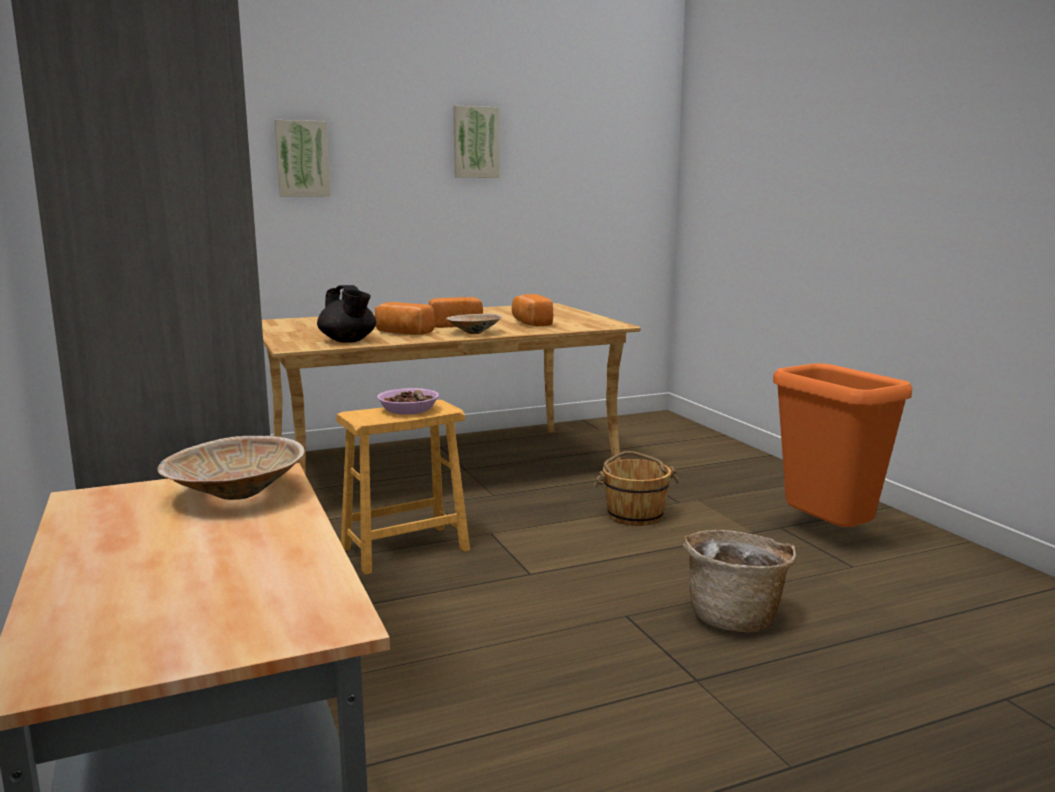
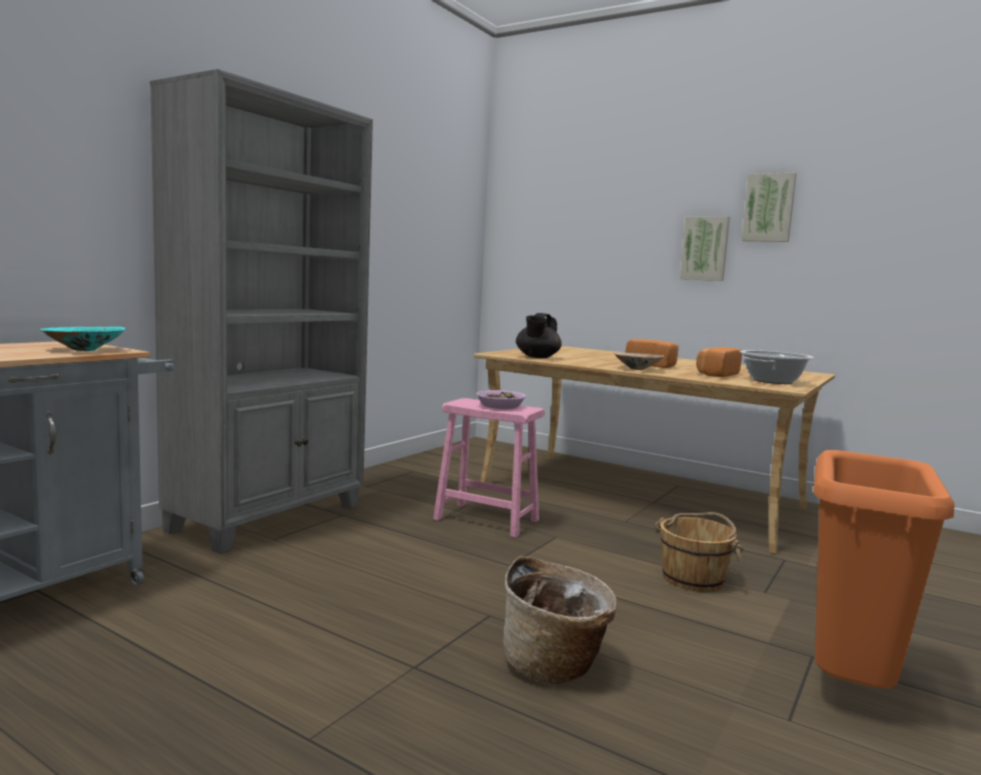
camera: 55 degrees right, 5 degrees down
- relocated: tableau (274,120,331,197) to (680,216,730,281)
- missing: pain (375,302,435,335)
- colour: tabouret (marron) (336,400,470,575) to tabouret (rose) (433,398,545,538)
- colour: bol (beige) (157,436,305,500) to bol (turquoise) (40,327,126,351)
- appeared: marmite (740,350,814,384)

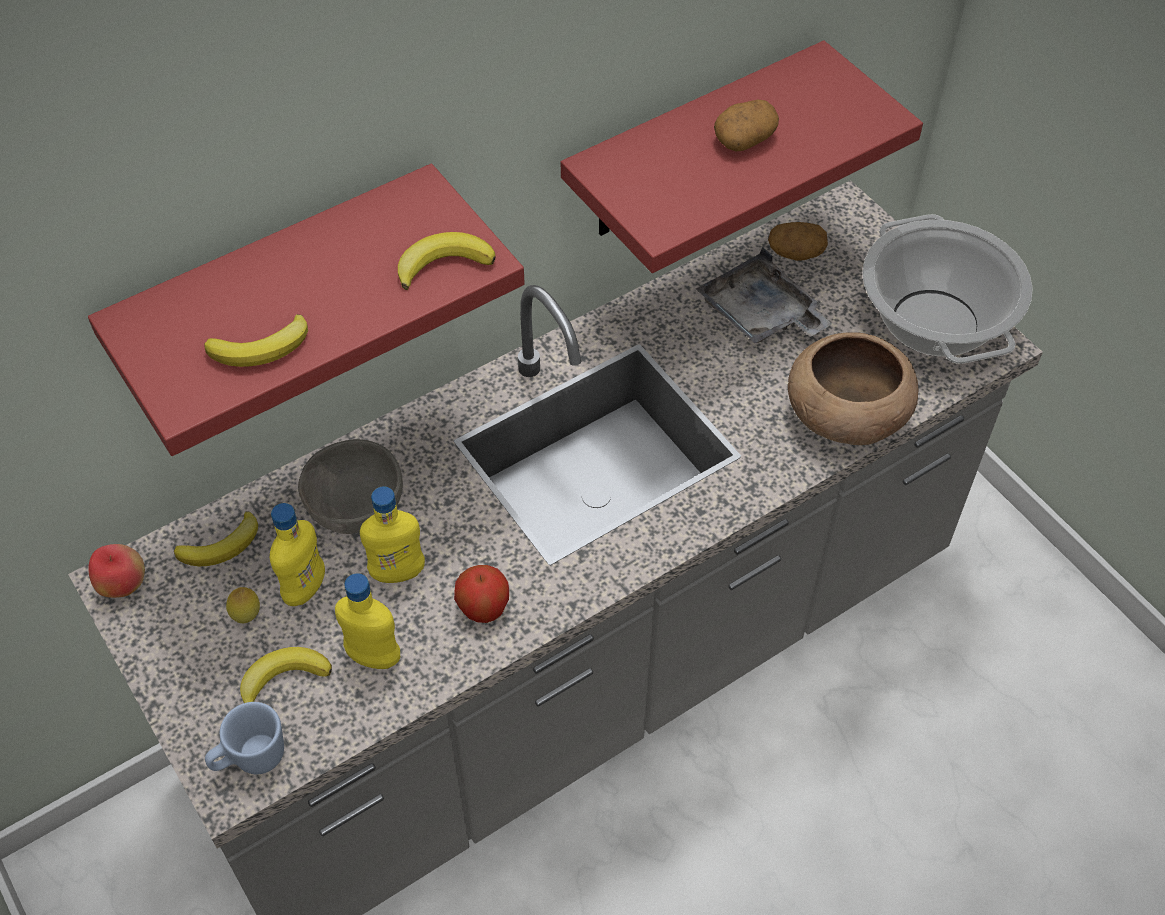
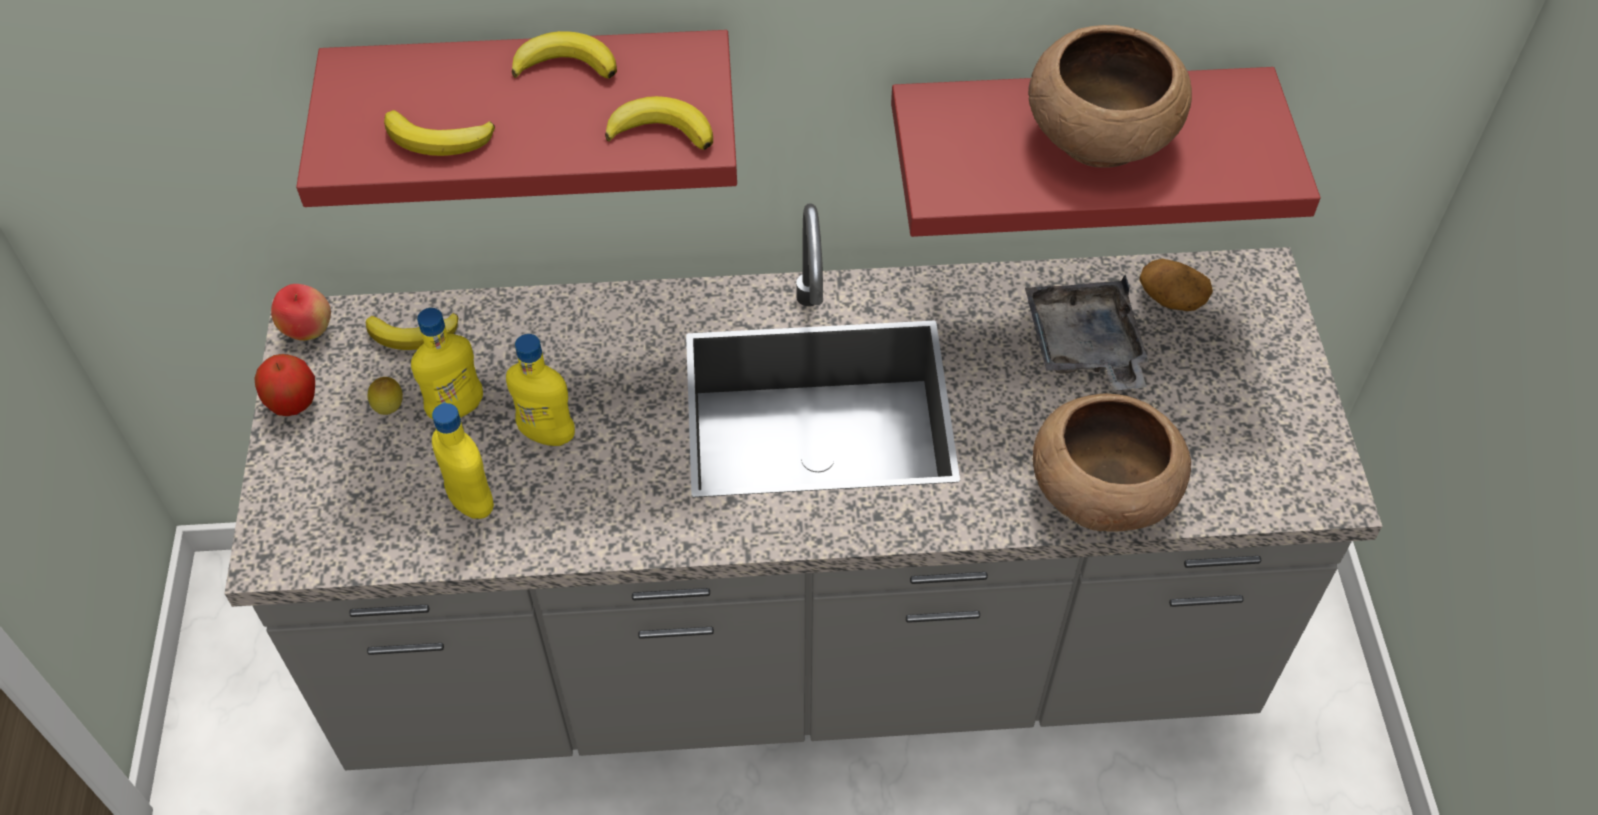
camera: 30 degrees right, 0 degrees up
- exchanged: pomme de terre (714,100,779,151) to bol (marron) (1028,25,1192,168)
- missing: marmite (863,214,1033,364)
- missing: bol (gris) (298,439,403,534)
- relocated: pomme (454,565,509,623) to (254,354,315,416)
- relocated: banane (240,647,332,703) to (512,31,617,79)
- missing: mug (bleu) (205,702,284,774)

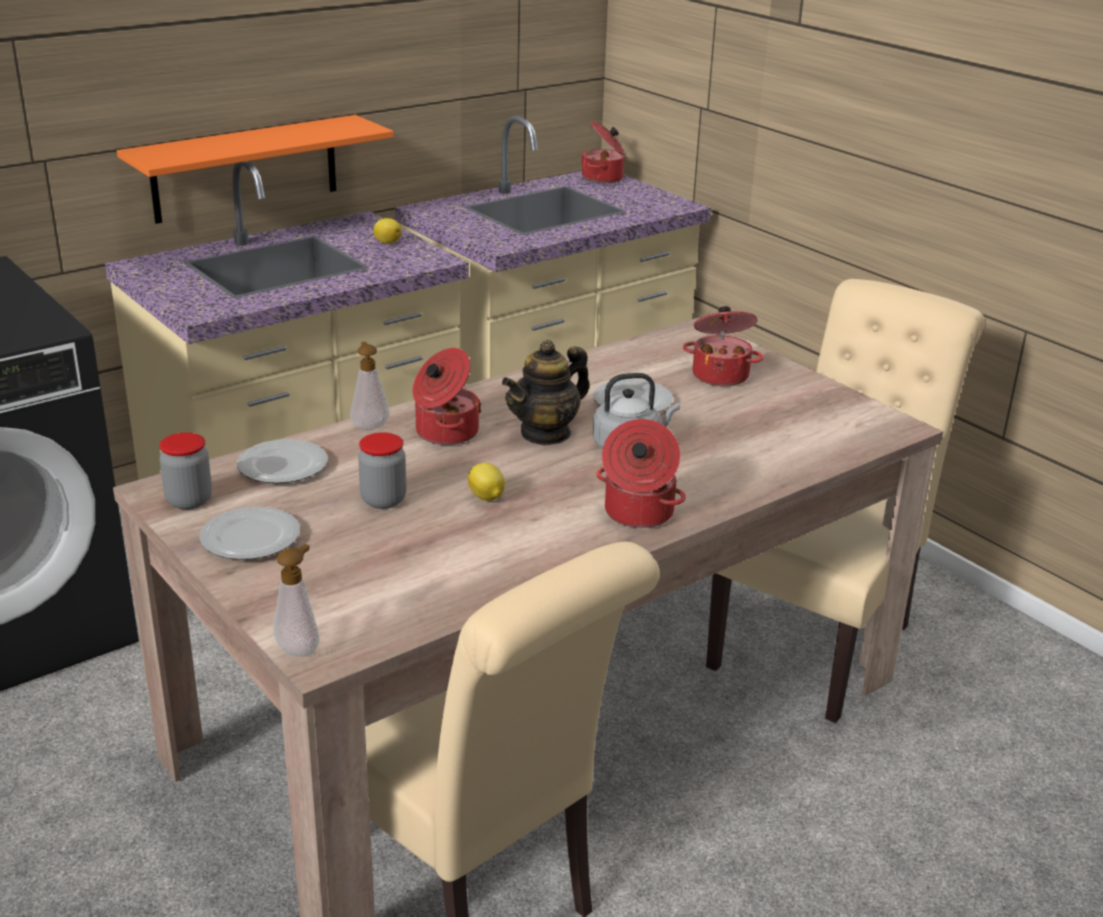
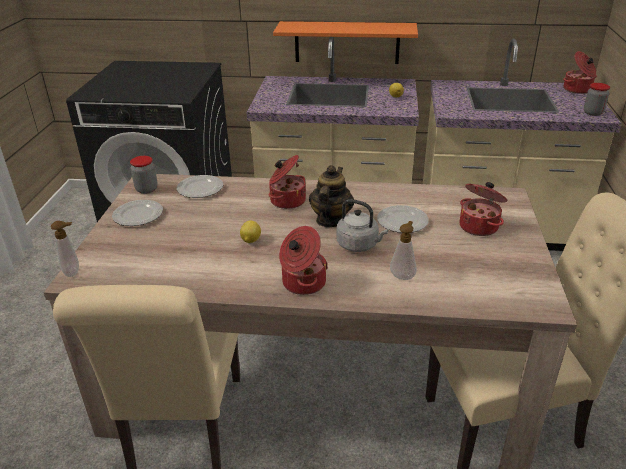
camera: 45 degrees right, 5 degrees up
- spun: théière (502,340,590,446) = (309,165,354,227) 105 degrees clockwise
- relocated: distributeur de savon (350,342,390,430) to (390,221,417,280)
- relocated: bocal (358,432,406,509) to (584,83,610,116)

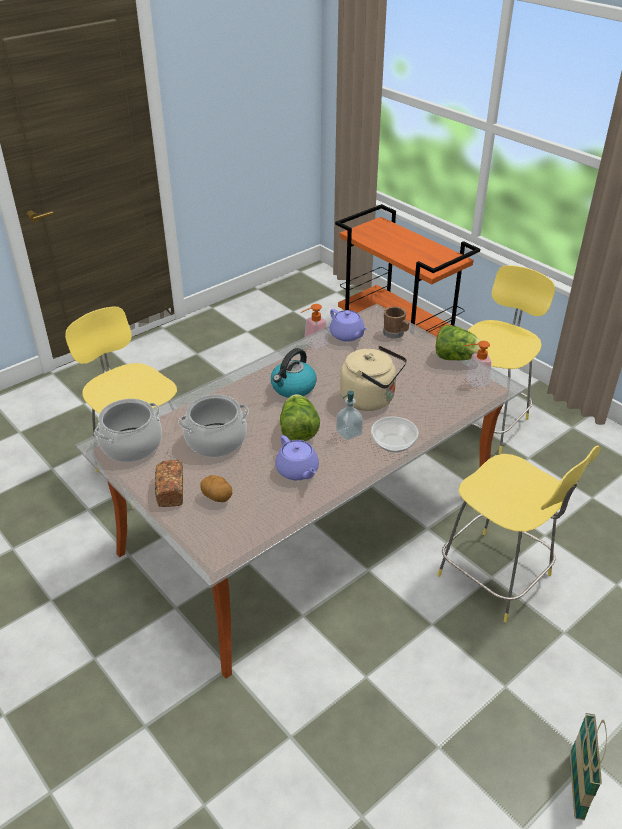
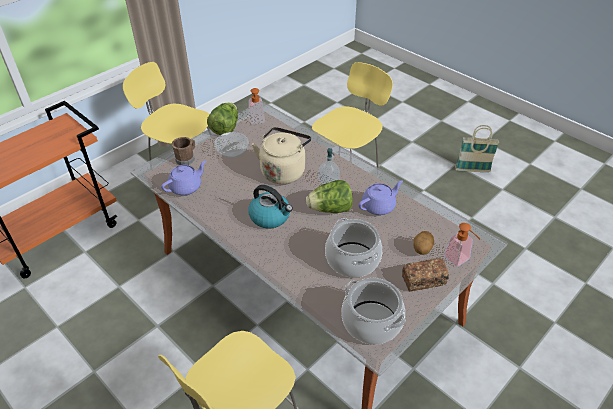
camera: 95 degrees left, 5 degrees up
- relocated: distributeur de savon (300,304,328,349) to (444,223,480,267)
- relocated: bol (371,416,418,452) to (214,132,249,158)

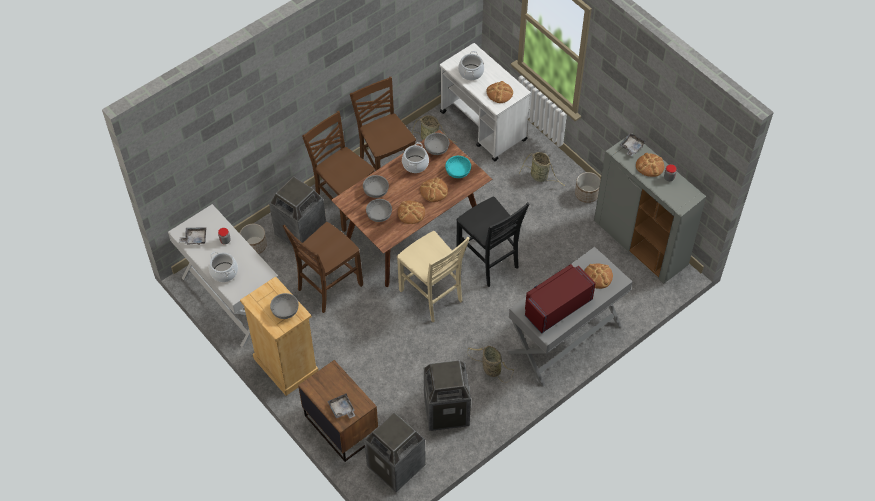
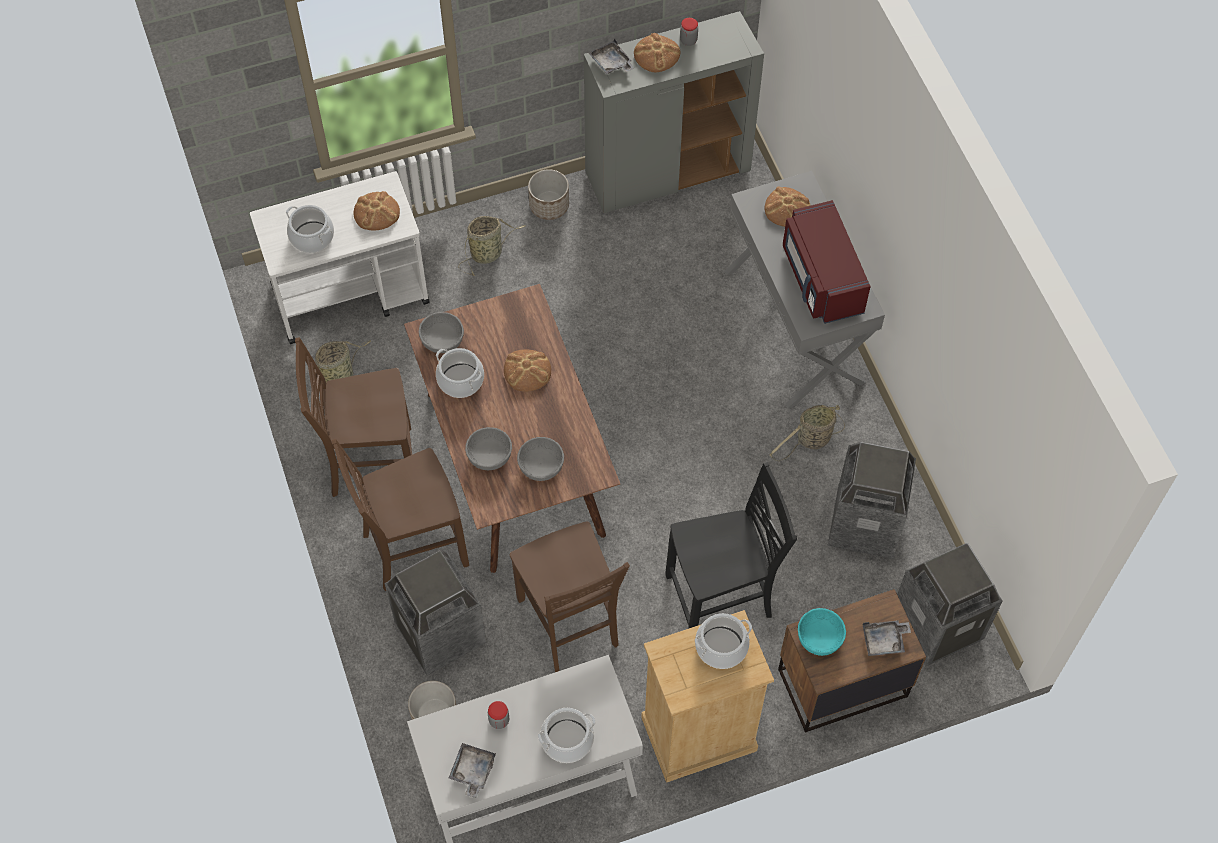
camera: 70 degrees left, 5 degrees up
- relocated: bol (turquoise) (445,156,471,178) to (798,608,846,656)
- relocated: chaise (noir) (456,197,530,287) to (665,462,797,629)
- missing: pain (398,201,425,224)
- missing: chaise (beige) (397,231,470,322)
- exchanged: bol (gris) (270,293,298,319) to marmite (695,613,752,669)

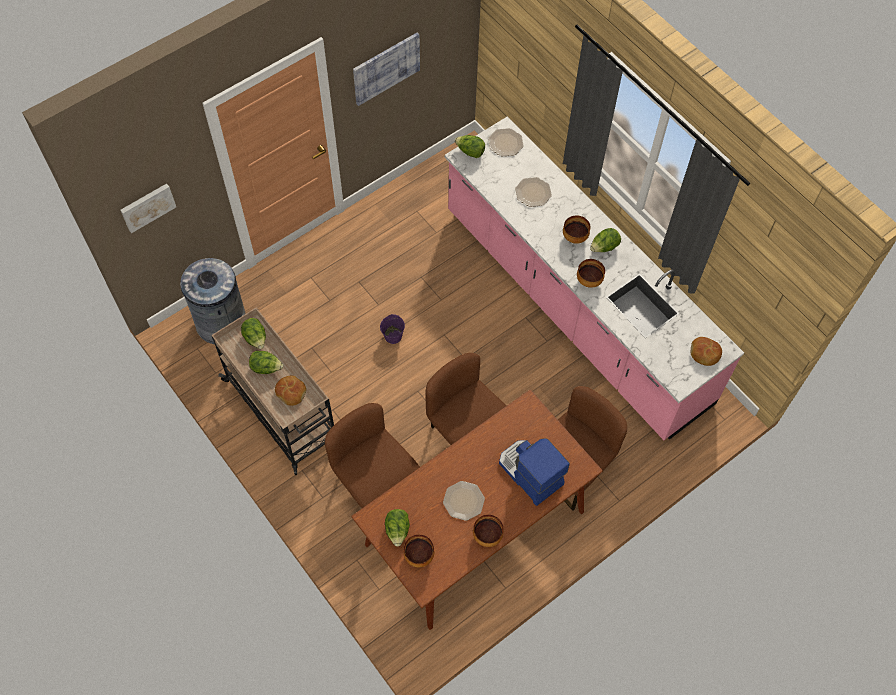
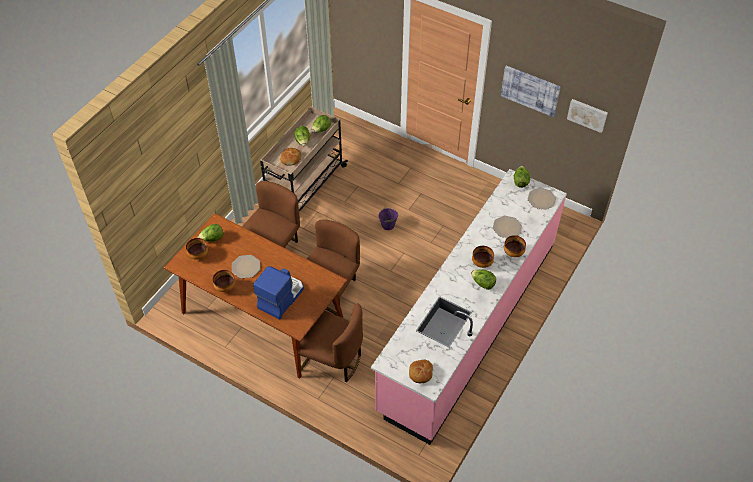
camera: 70 degrees right, 10 degrees down
- relocated: tableau (121,183,176,233) to (567,99,608,133)
- missing: poubelle (gris) (180,258,246,344)
- relocated: bol (577,259,605,288) to (504,235,526,257)

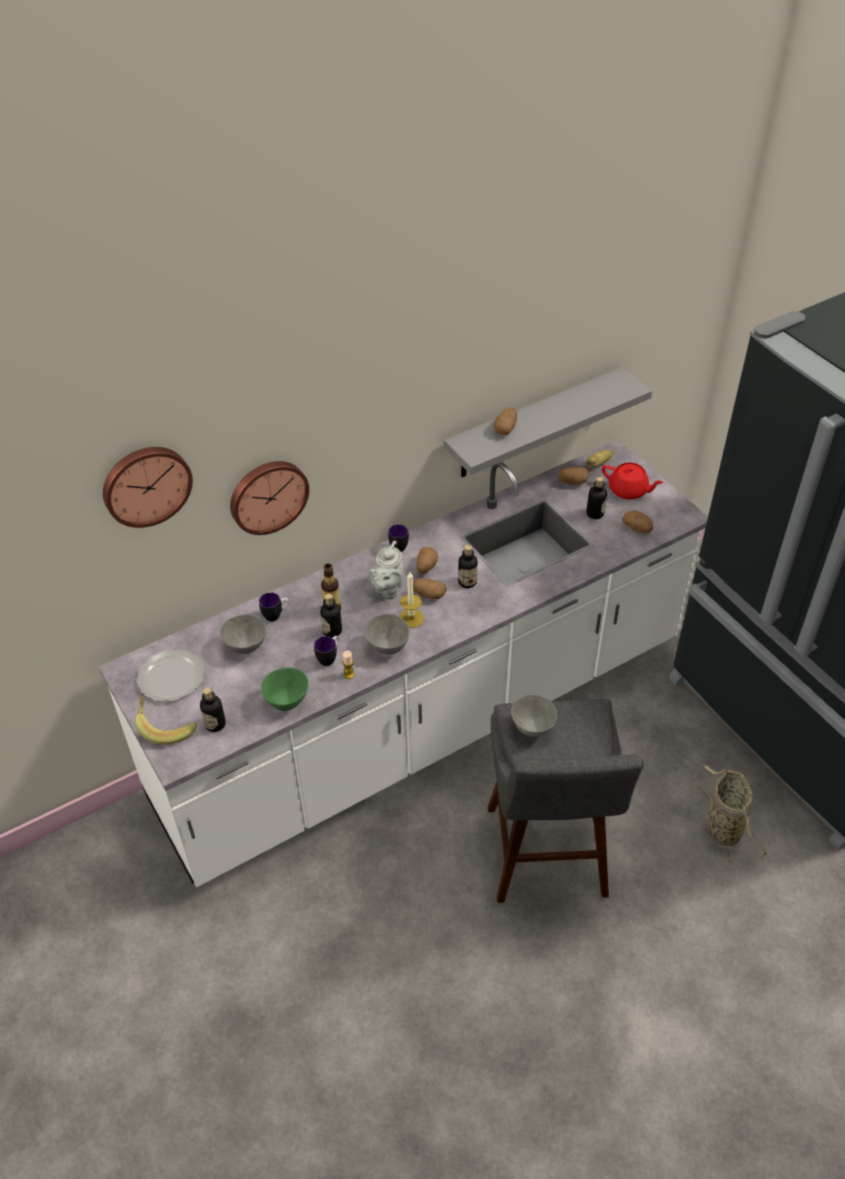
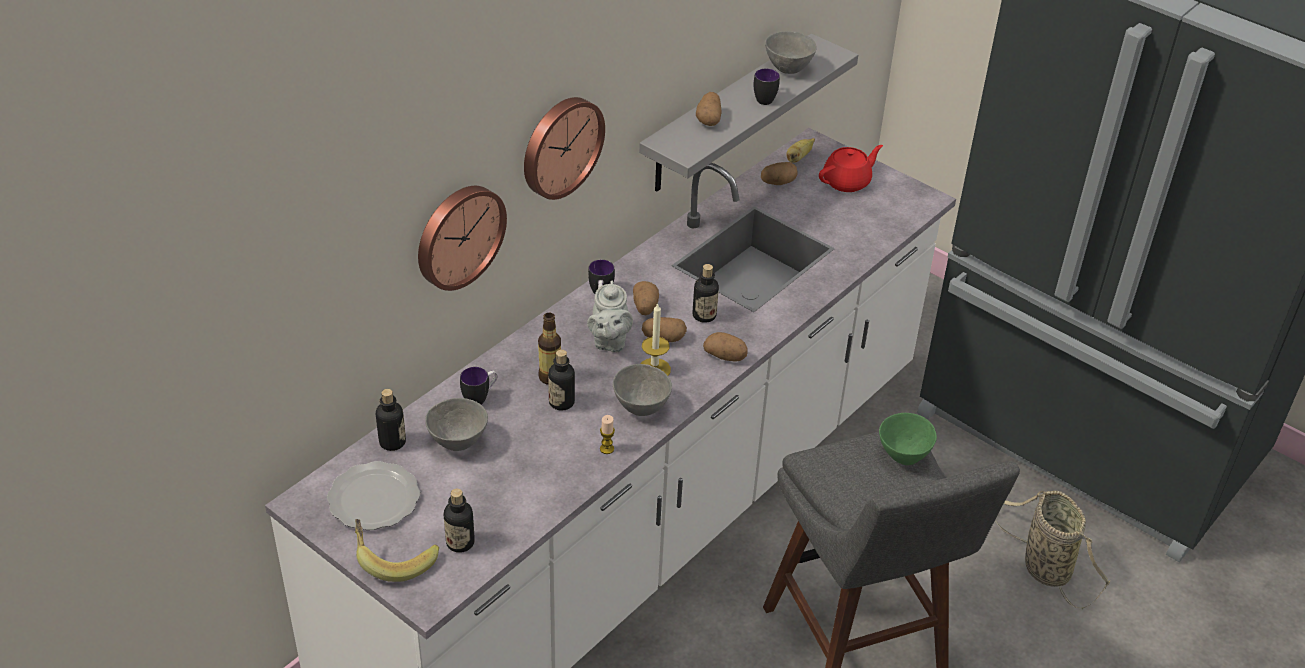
camera: 20 degrees left, 5 degrees down
- relocated: horloge murale (103,447,193,528) to (524,97,605,200)
- spun: théière (rouge) (602,462,663,500) = (819,145,883,192) 45 degrees counterclockwise
- relocated: bouteille (586,477,607,519) to (376,389,406,451)
- relocated: pomme de terre (622,510,653,534) to (703,332,748,362)
- relocated: mug (314,636,339,666) to (754,68,780,105)
- relocated: bol (vert) (261,668,309,711) to (879,413,937,465)
- relocated: bol (gris) (511,695,557,737) to (765,31,817,74)

